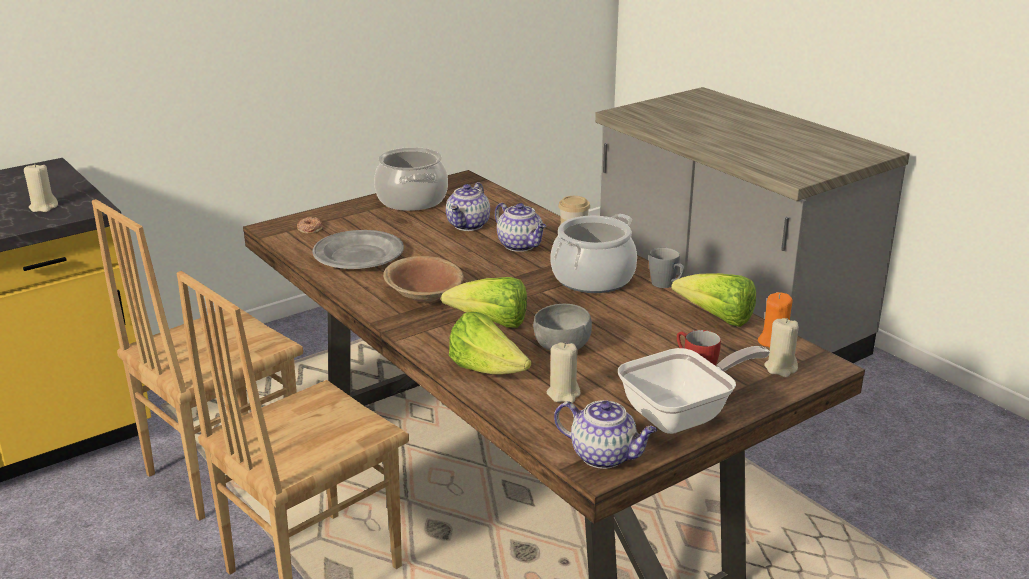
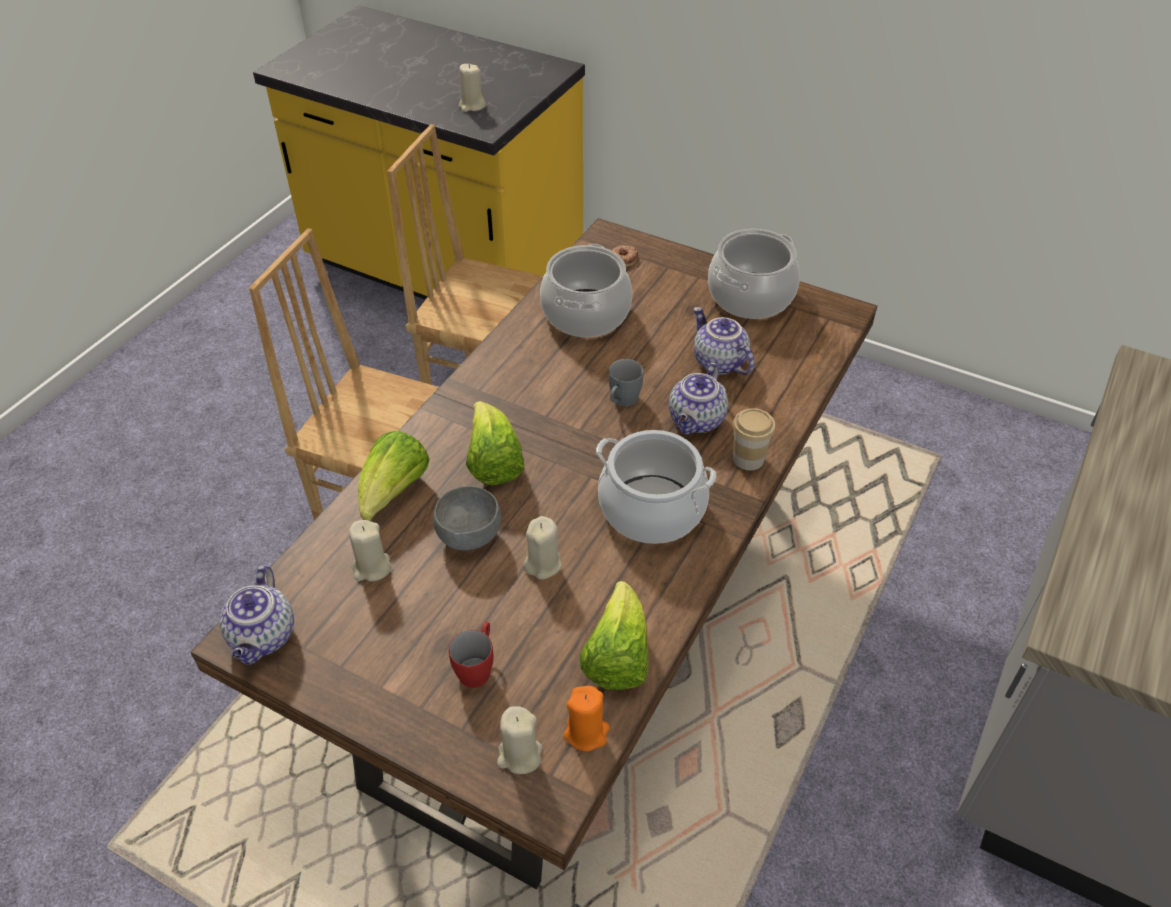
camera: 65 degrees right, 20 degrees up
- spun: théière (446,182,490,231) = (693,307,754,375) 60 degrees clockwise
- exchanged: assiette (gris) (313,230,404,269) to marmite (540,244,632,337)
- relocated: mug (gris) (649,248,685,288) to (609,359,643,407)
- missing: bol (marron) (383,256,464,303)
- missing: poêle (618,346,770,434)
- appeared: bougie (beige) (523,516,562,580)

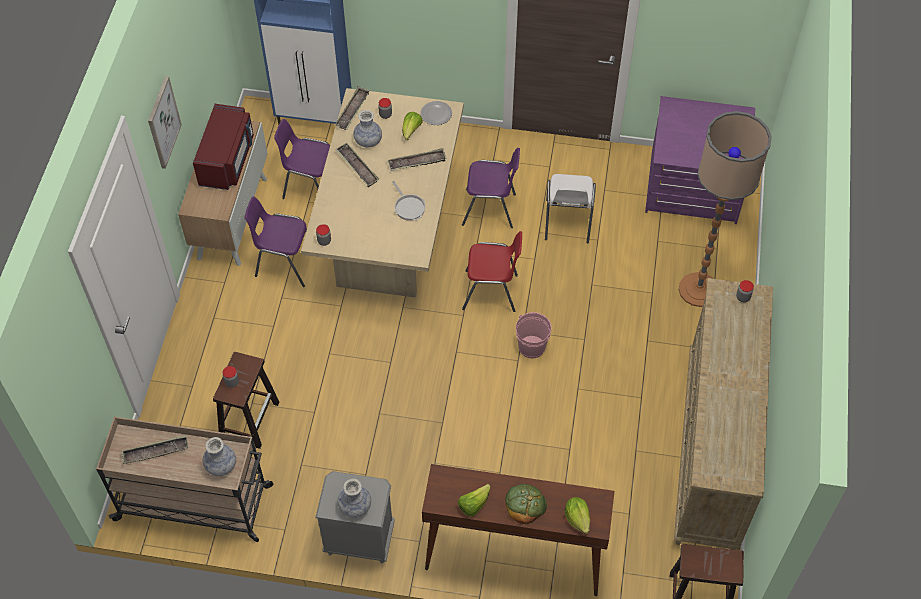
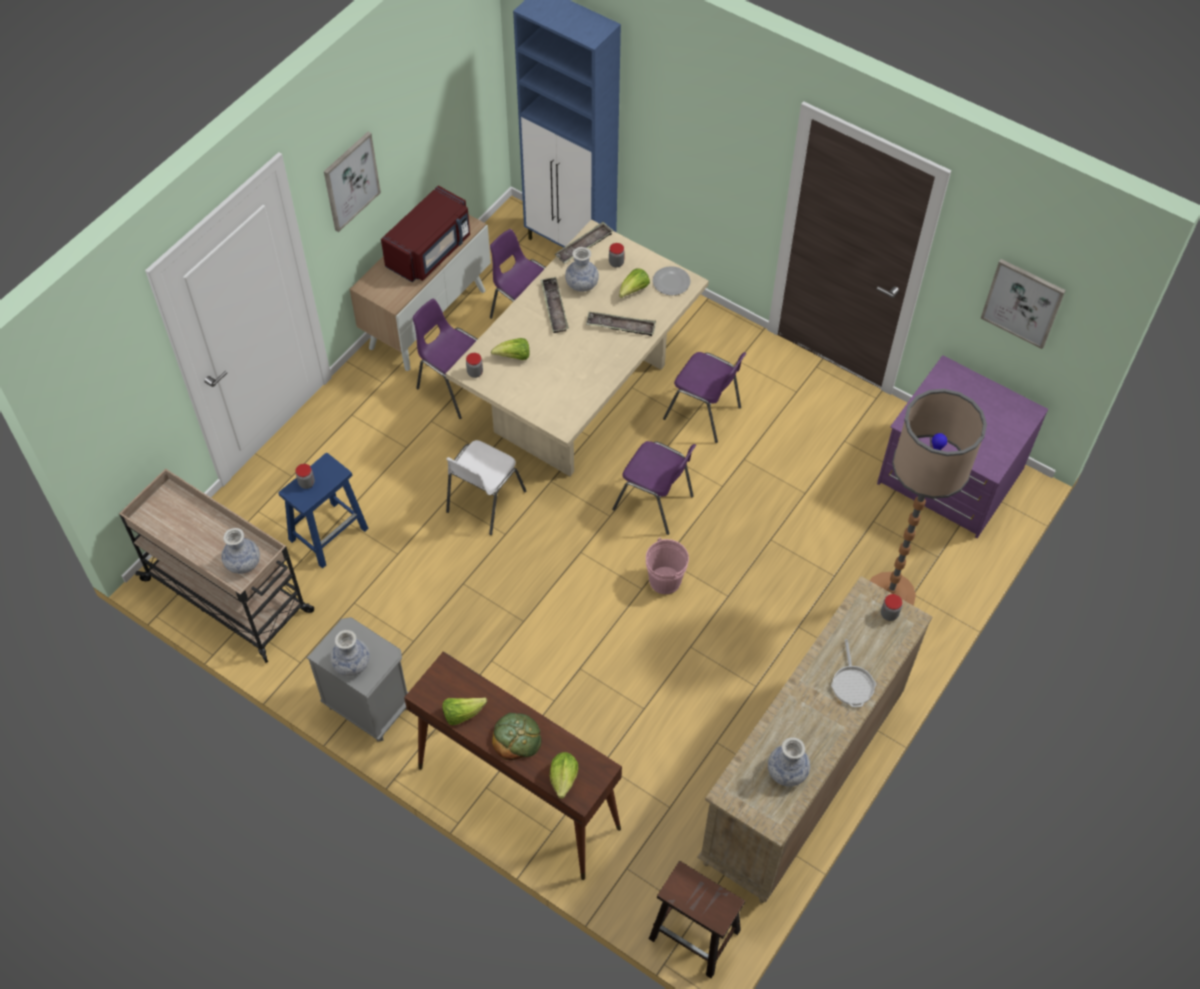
camera: 25 degrees right, 0 degrees up
- relocated: chaise (blanc) (545,174,596,243) to (446,440,527,535)
- relocated: poêle (392,181,425,221) to (831,639,876,707)
- colour: chaise (rouge) (462,231,522,312) to chaise (violet) (612,441,696,535)
- colour: tabouret (marron) (213,352,279,449) to tabouret (bleu) (278,453,369,569)
- missing: plateau (121,435,189,464)
- appeared: tableau (981,259,1066,349)
- appeared: laitue (491,338,530,360)
- appeared: vase (768,737,810,787)

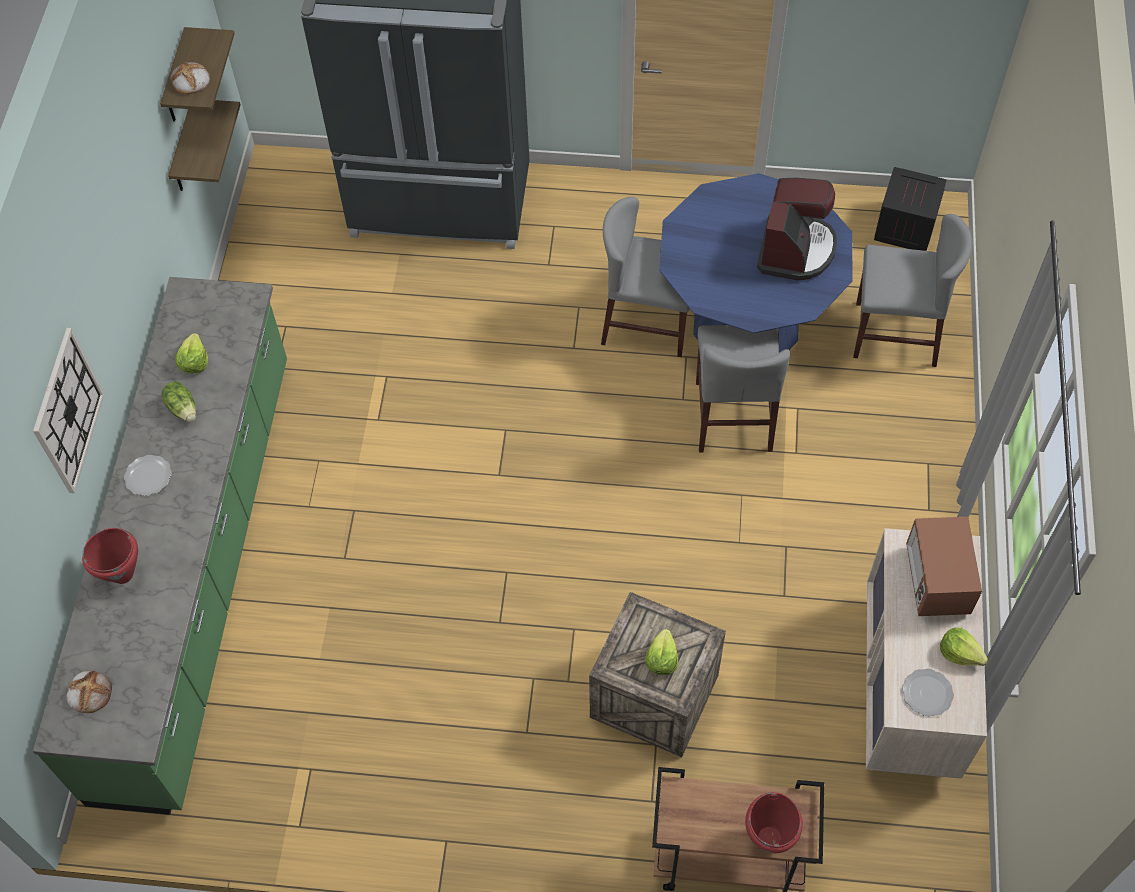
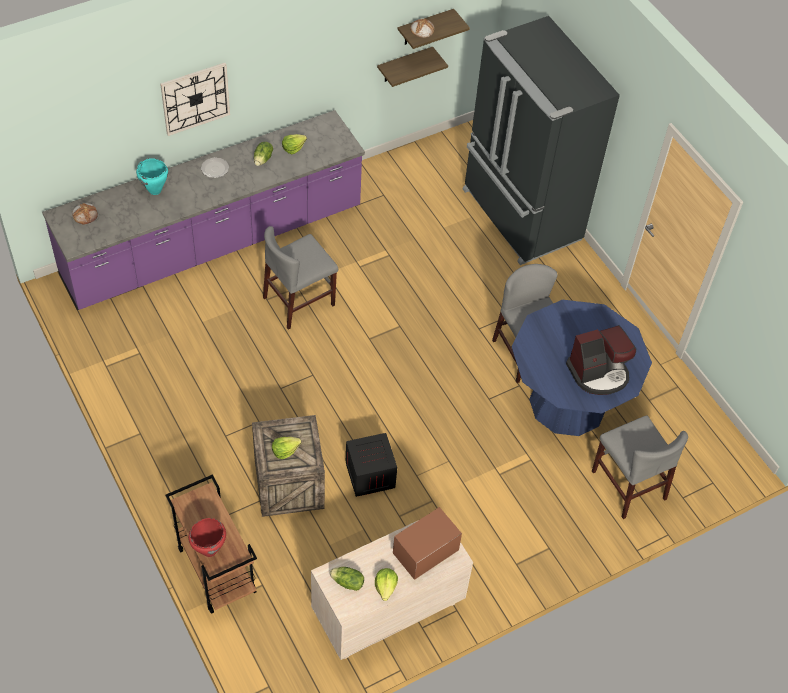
camera: 50 degrees right, 5 degrees down
- relocated: caisse (874,167,947,251) to (346,433,397,497)
- colour: comptoir de cuisine (vert) (33,277,287,815) to comptoir de cuisine (violet) (42,110,365,310)
- relocated: chaise (gris) (696,325,790,453) to (263,226,338,330)
- colour: marmite (rouge) (82,528,138,584) to marmite (turquoise) (136,158,168,195)
- exchanged: assiette (902,668,954,716) to laitue (330,567,364,591)

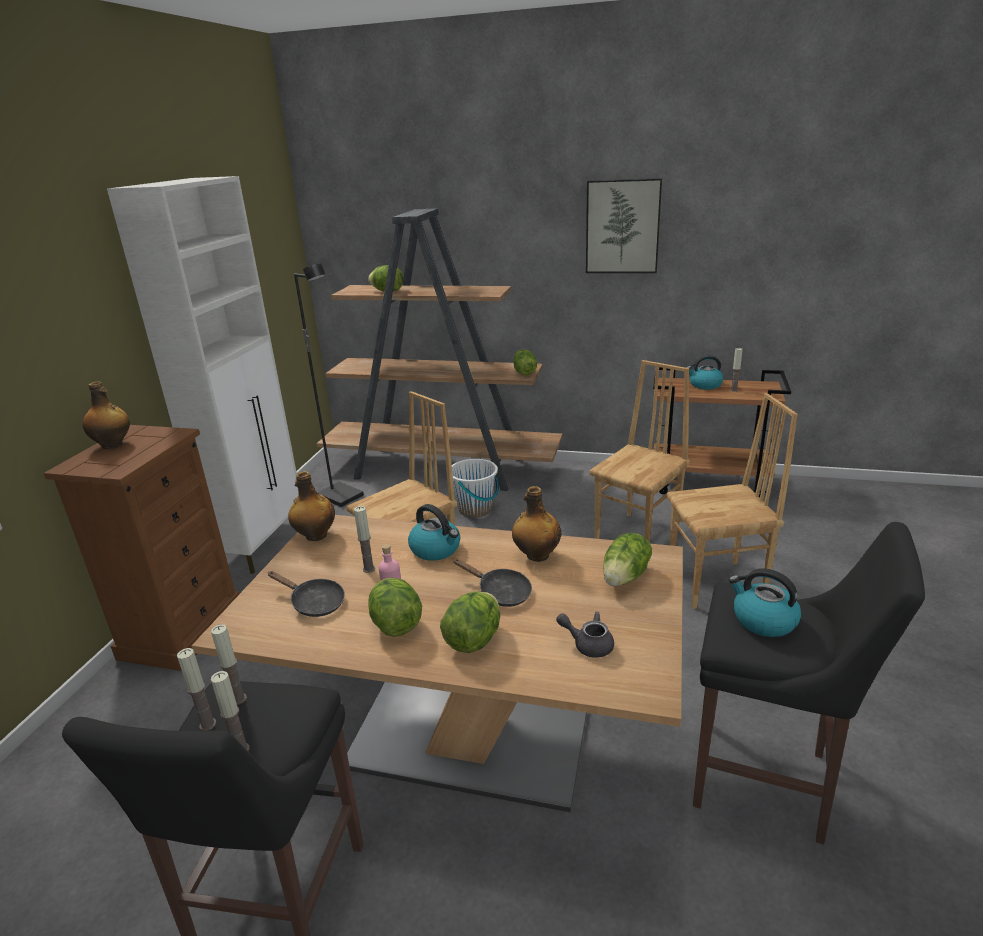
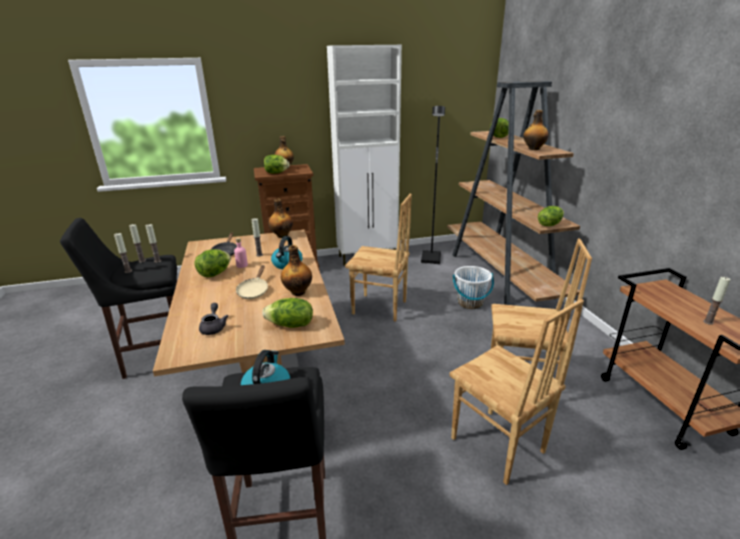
camera: 60 degrees right, 0 degrees up
- missing: tableau (586,178,662,273)
- missing: bouilloire (687,355,724,389)
- colour: poêle (noir) (453,558,532,607) to poêle (beige) (236,266,268,299)
- relocated: laitue (440,591,500,653) to (264,155,289,173)
- appeared: bouteille (523,110,549,150)

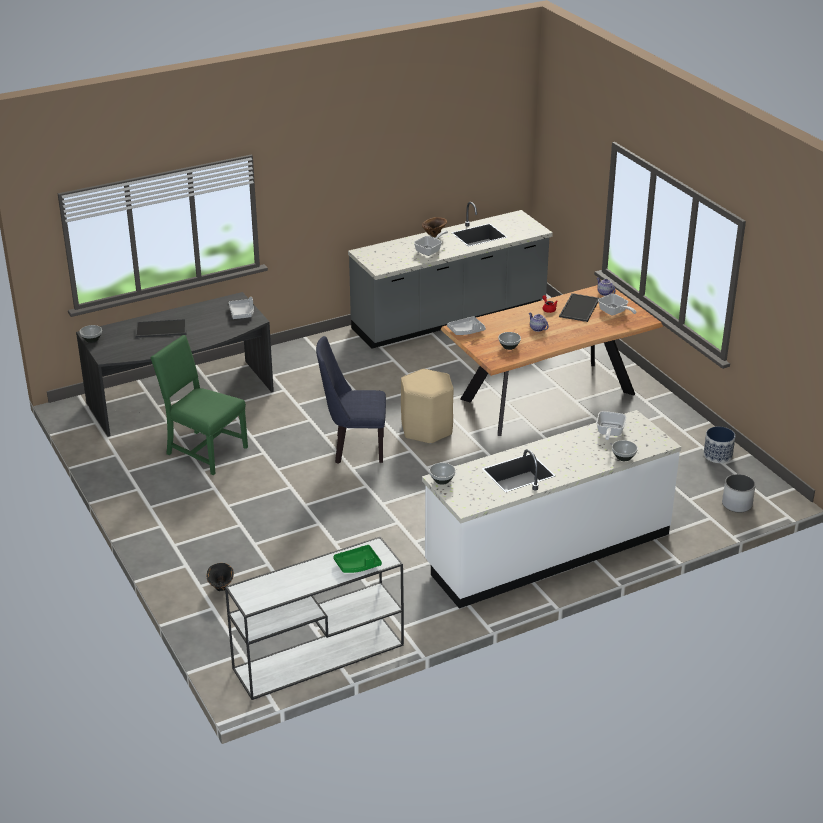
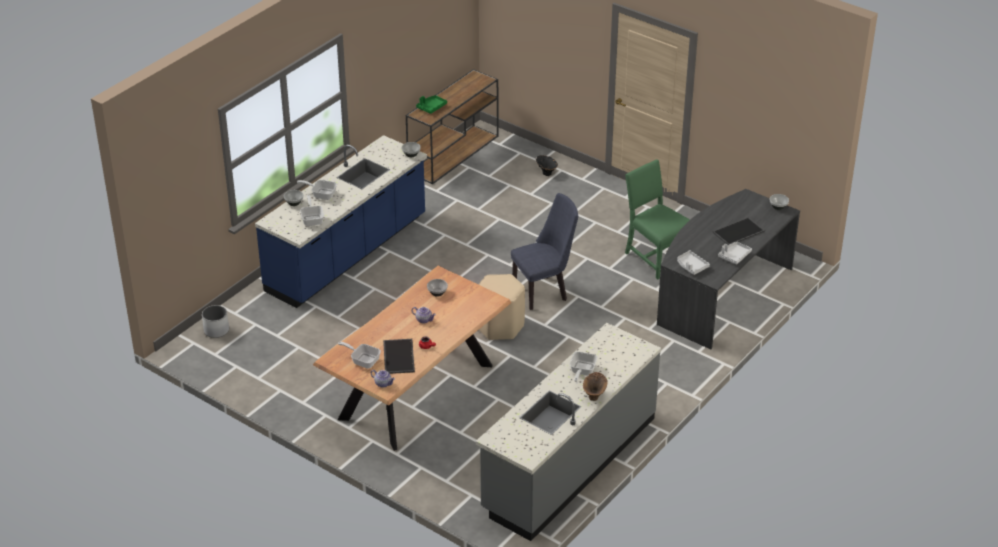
camera: 155 degrees right, 5 degrees up
- relocated: plateau (gris) (447,316,486,335) to (718,242,752,264)
- spun: chaise (vert) (150,335,248,475) = (625,159,690,279) 135 degrees counterclockwise
- colour: comptoir de cuisine (blanc) (422,410,681,609) to comptoir de cuisine (bleu) (255,135,427,308)
- missing: cache-pot (704,426,735,463)
- colour: table console (blanc) (225,537,404,700) to table console (marron) (406,69,498,184)
- appeared: poêle (297,180,337,200)

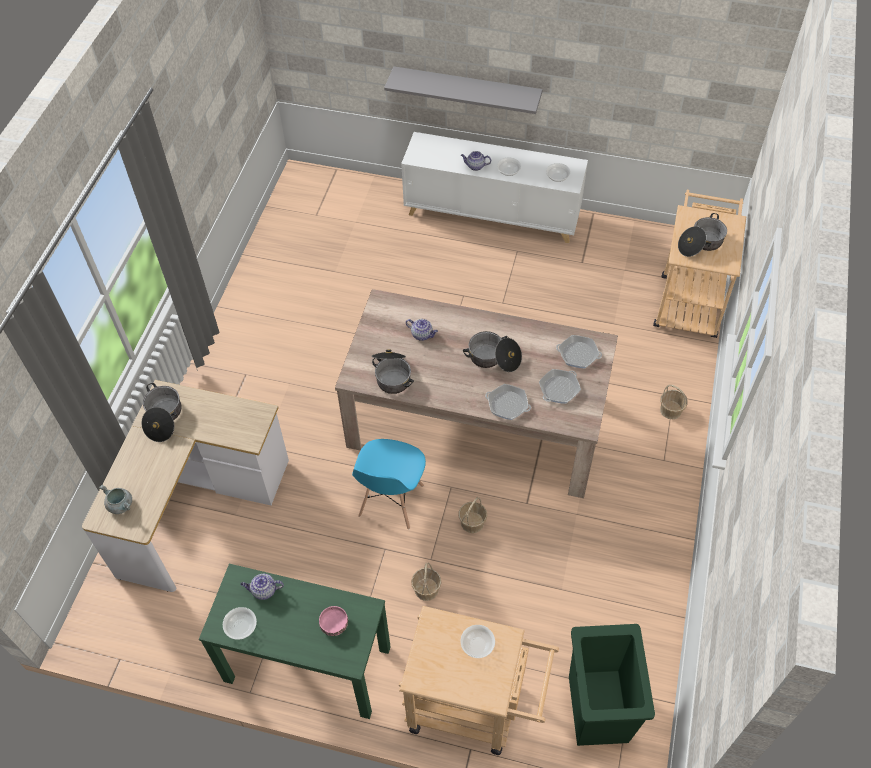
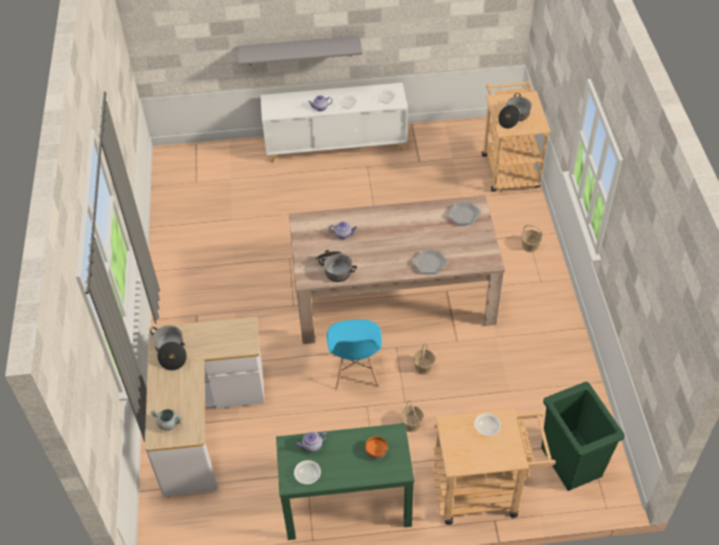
camera: 20 degrees left, 5 degrees down
- missing: marmite (463,331,522,372)
- missing: poêle (539,369,581,404)
- colour: bol (rose) (319,606,348,636) to bol (orange) (365,436,388,459)

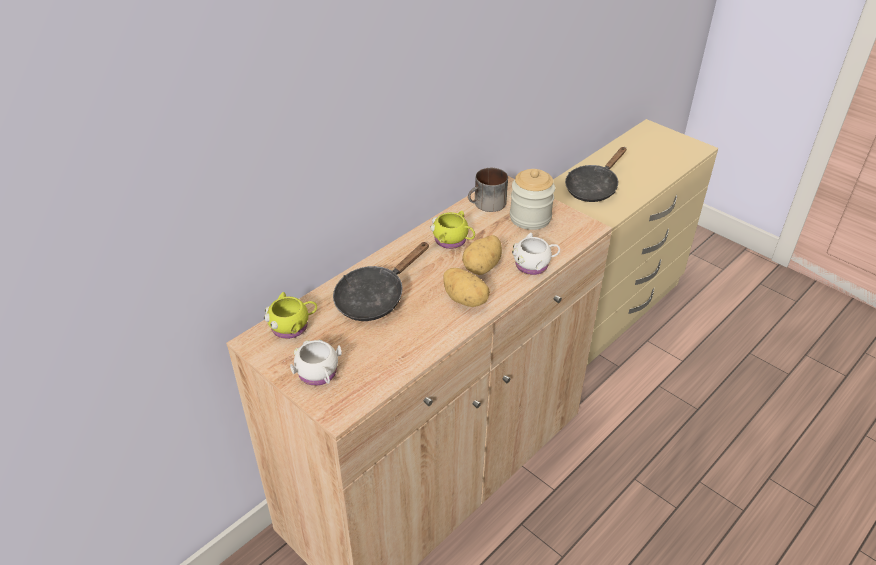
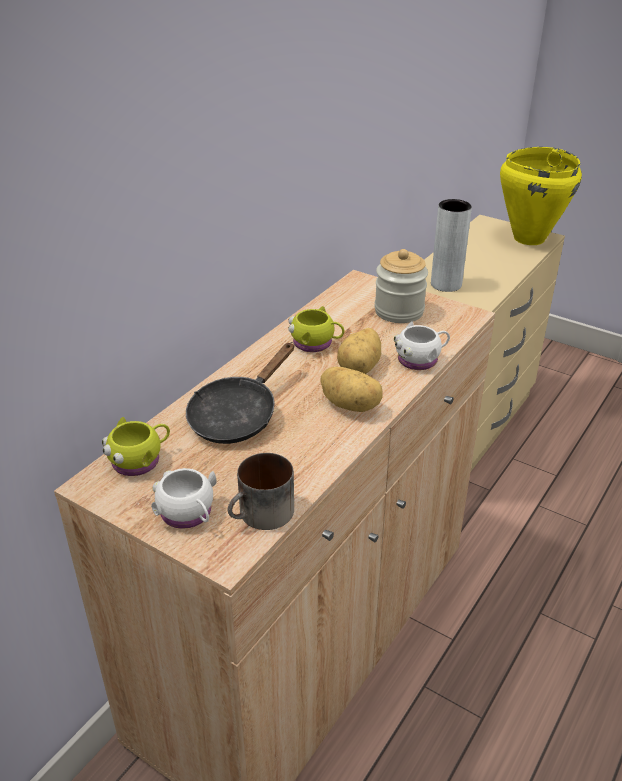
camera: 10 degrees left, 5 degrees down
- exchanged: poêle (noir) (565,147,626,202) to vase (gris) (431,199,472,292)
- relocated: mug (468,168,508,212) to (228,453,294,530)
- appeared: marmite (jaune) (500,147,582,245)

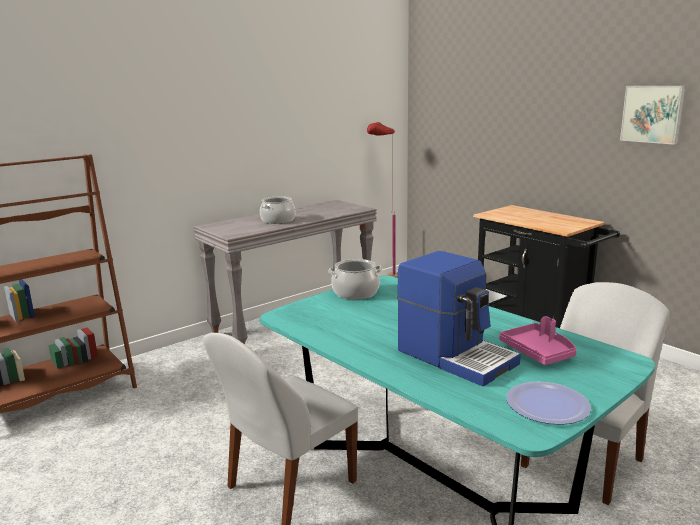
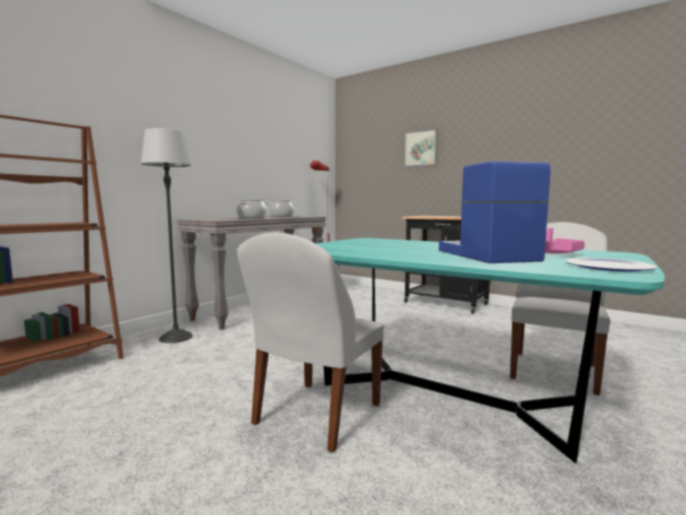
camera: 15 degrees left, 10 degrees down
- relocated: tableau (620,86,685,145) to (405,130,438,166)
- spun: machine à café (397,251,521,387) = (439,161,550,263) 135 degrees counterclockwise
- relocated: marmite (328,259,382,300) to (266,200,296,217)
- appeared: lampadaire (141,128,193,343)

